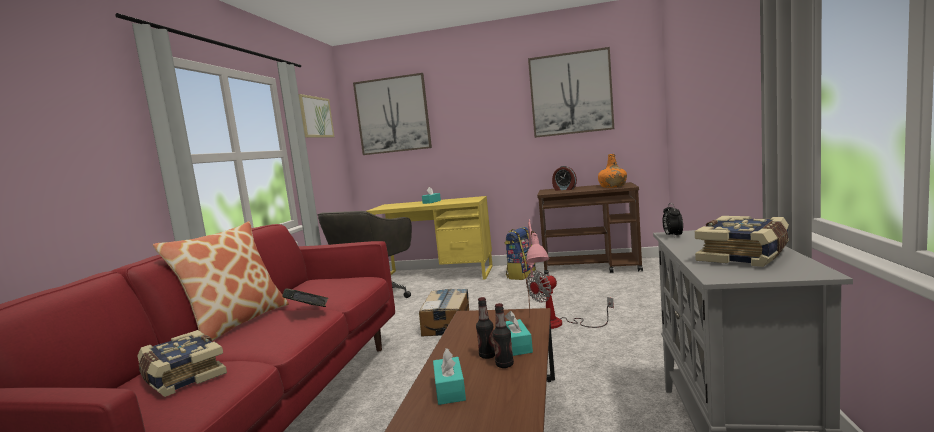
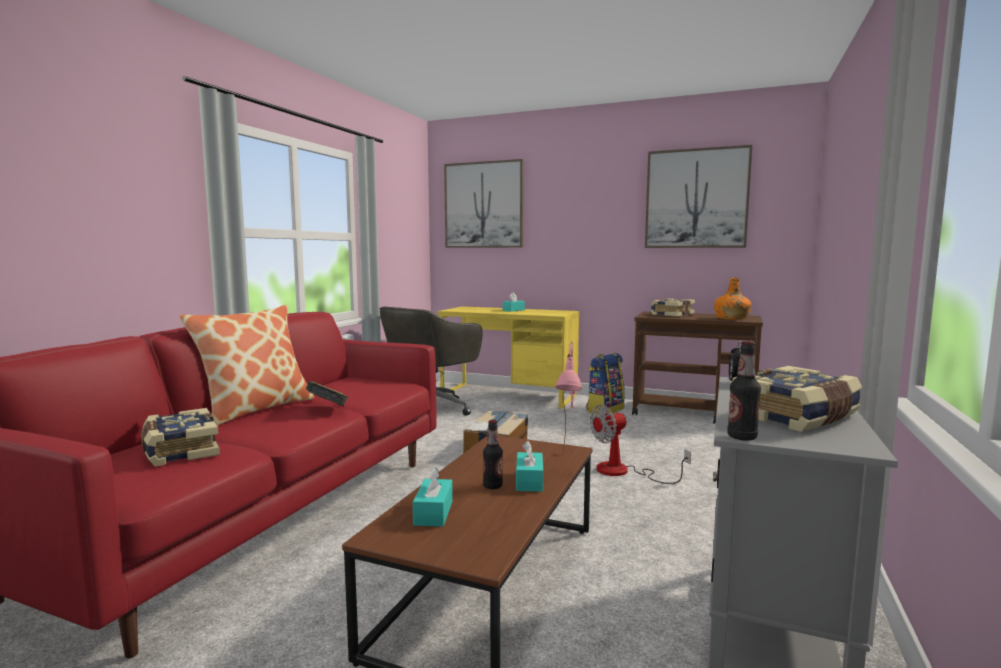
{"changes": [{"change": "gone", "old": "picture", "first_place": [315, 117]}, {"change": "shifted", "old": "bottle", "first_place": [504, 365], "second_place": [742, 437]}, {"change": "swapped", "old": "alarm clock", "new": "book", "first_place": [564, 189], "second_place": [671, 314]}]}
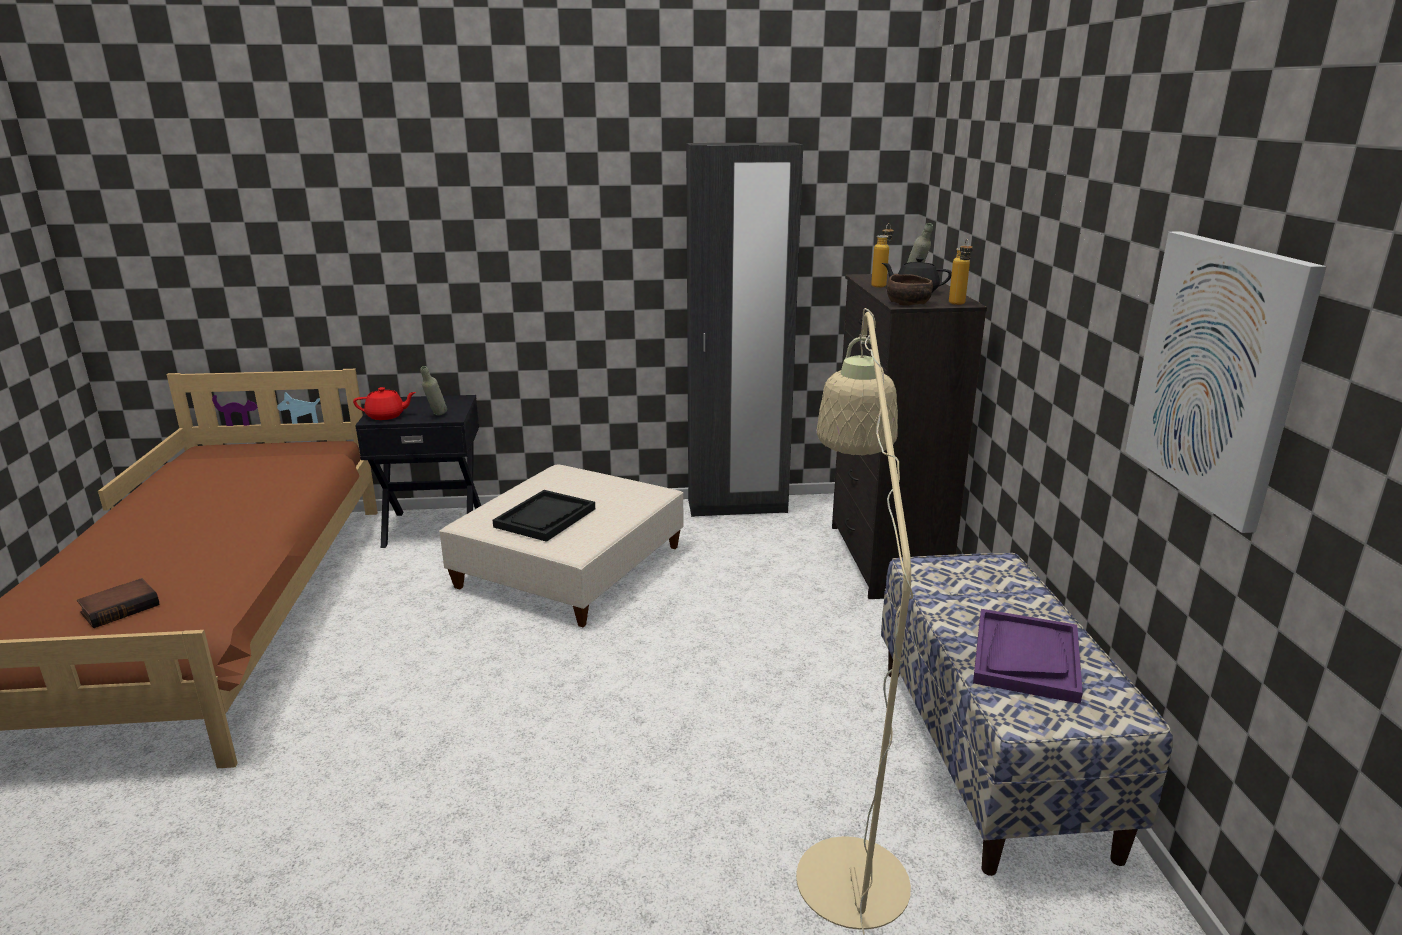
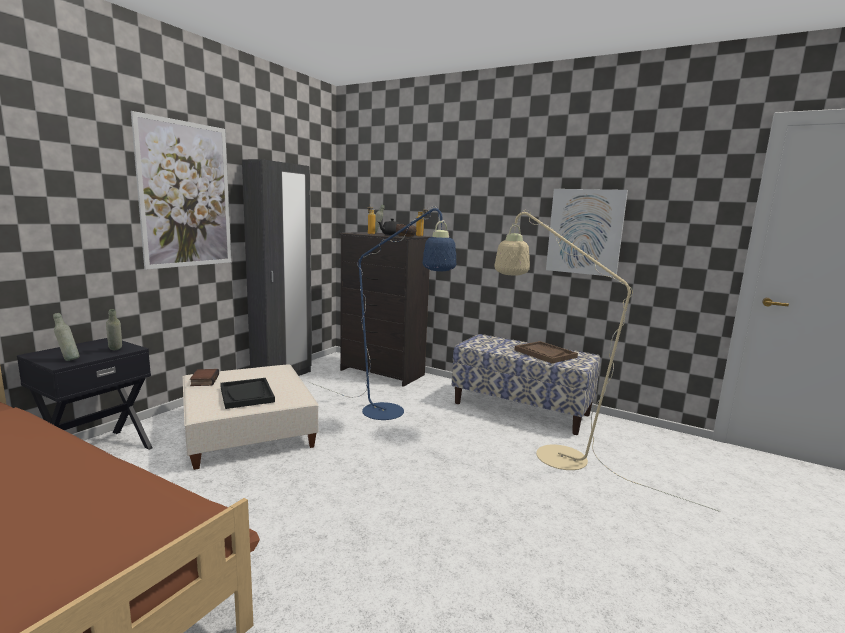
{"changes": [{"change": "shifted", "old": "book", "first_place": [121, 607], "second_place": [204, 380]}, {"change": "swapped", "old": "red teapot", "new": "grey bottle", "first_place": [386, 416], "second_place": [68, 360]}, {"change": "repainted", "old": "purple tray", "new": "brown tray", "first_place": [1025, 657], "second_place": [545, 353]}, {"change": "new", "new": "picture", "second_place": [186, 195]}, {"change": "new", "new": "blue floor lamp", "second_place": [392, 414]}]}
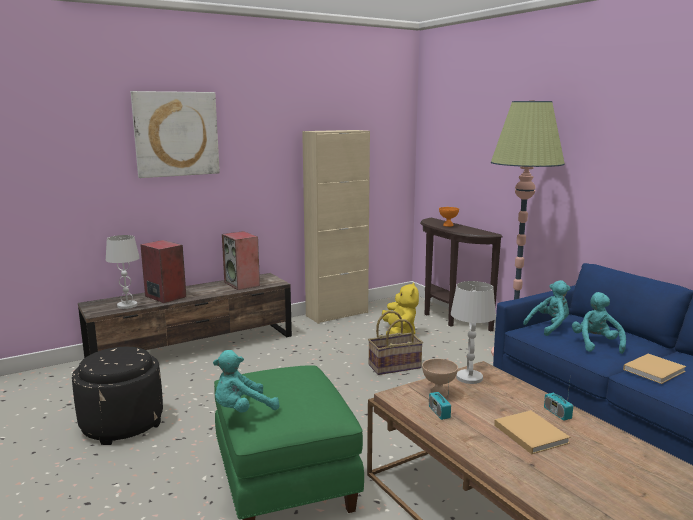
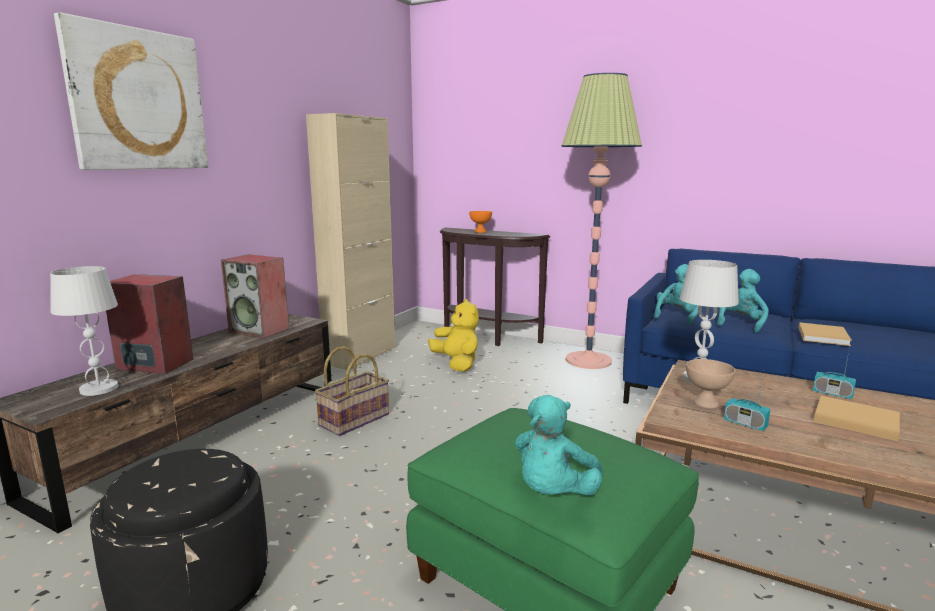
{"changes": [{"change": "shifted", "old": "basket", "first_place": [394, 366], "second_place": [354, 419]}, {"change": "rotated", "old": "turquoise plush toy", "first_place": [596, 344], "second_place": [740, 324], "degrees": 60}]}
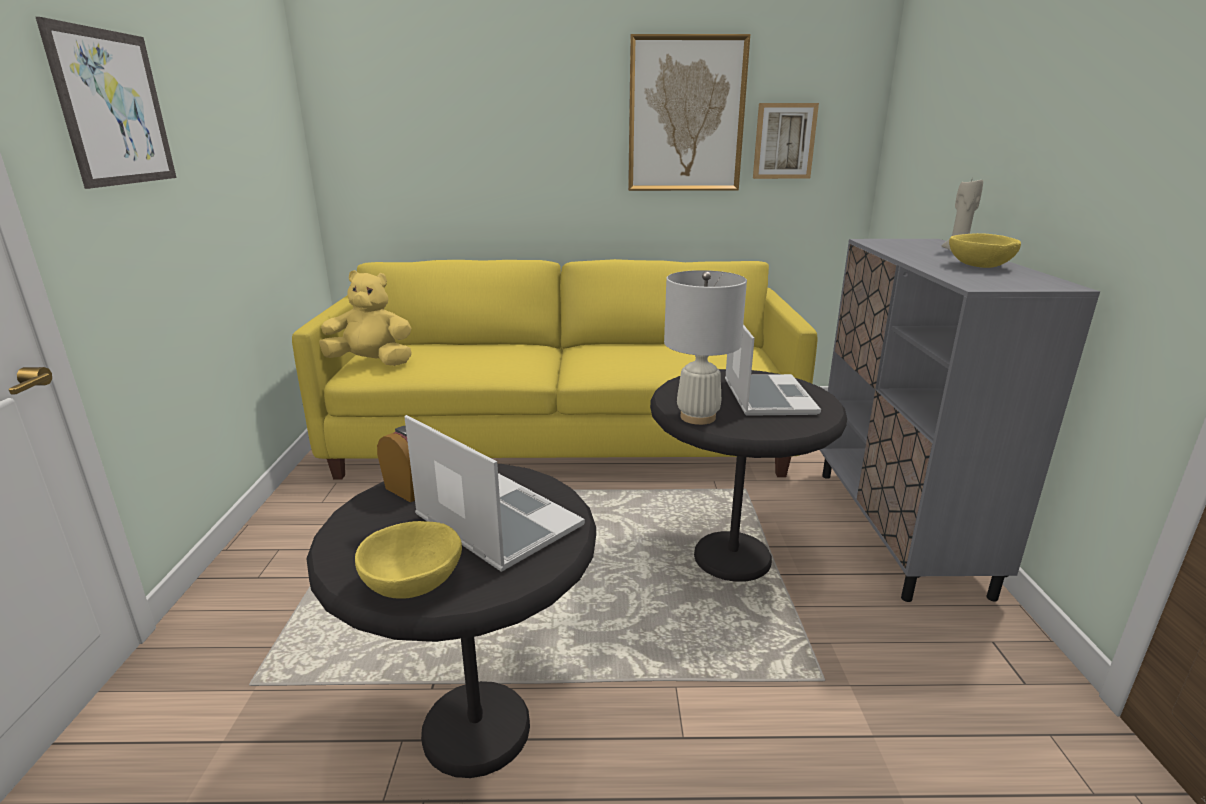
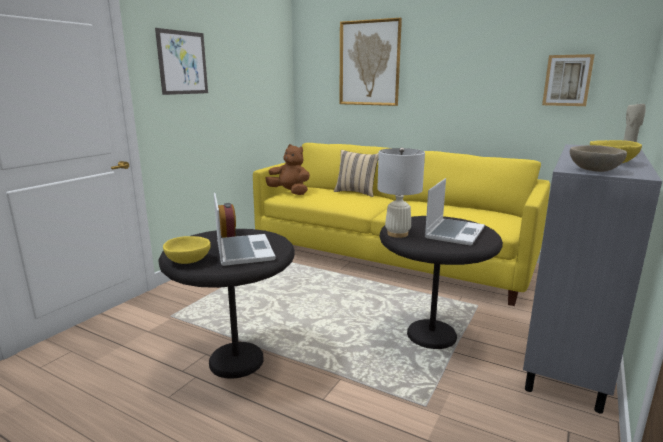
{"changes": [{"change": "repainted", "old": "yellow plush toy", "new": "brown plush toy", "first_place": [371, 363], "second_place": [290, 192]}, {"change": "shifted", "old": "picture", "first_place": [686, 115], "second_place": [369, 63]}, {"change": "new", "new": "beige pillow", "second_place": [356, 192]}, {"change": "new", "new": "beige bowl", "second_place": [593, 170]}]}
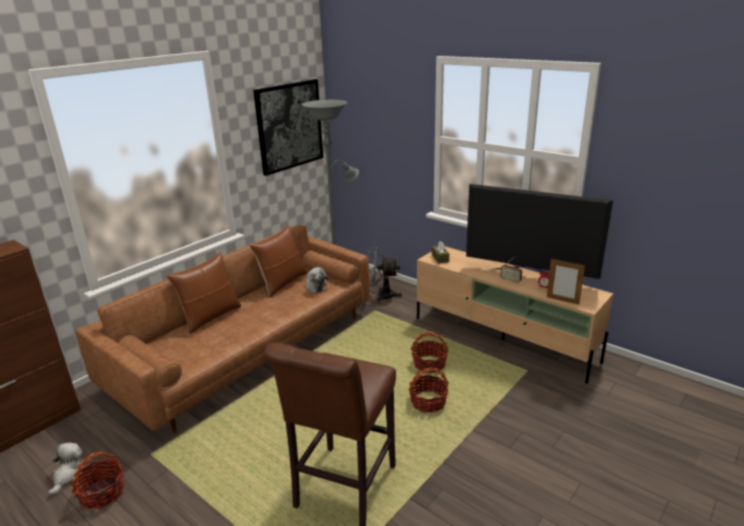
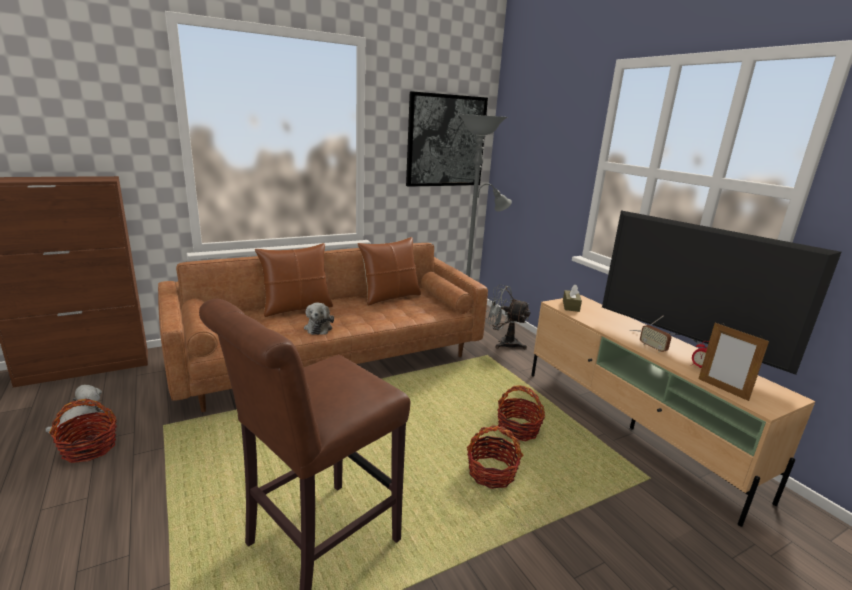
{"changes": [{"change": "shifted", "old": "plush toy", "first_place": [315, 286], "second_place": [319, 328]}]}
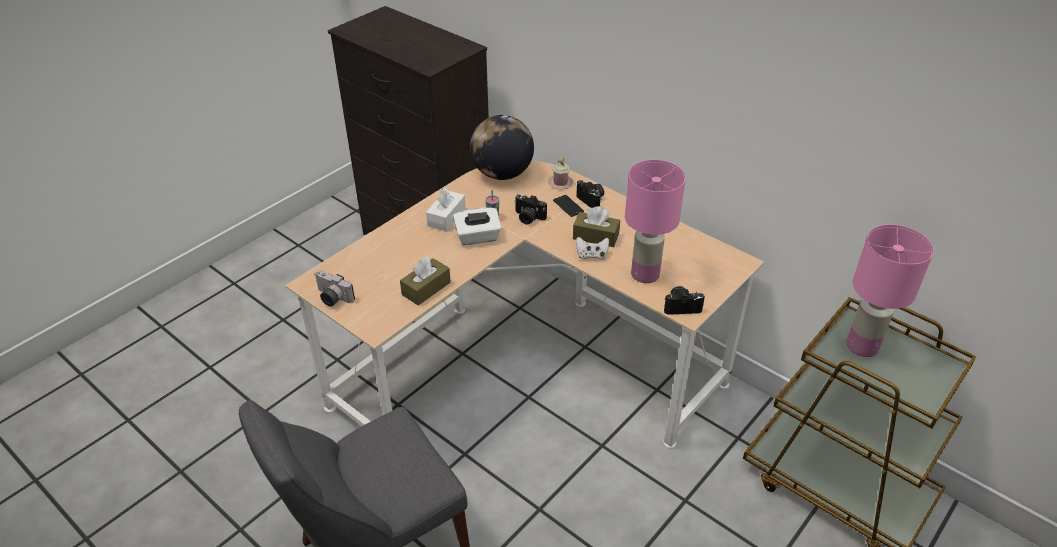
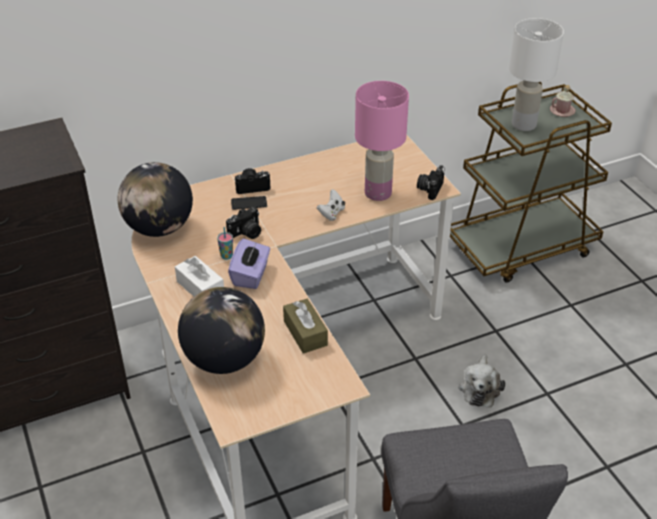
{"changes": [{"change": "gone", "old": "photo camera", "first_place": [332, 298]}, {"change": "repainted", "old": "white tissue box", "new": "purple tissue box", "first_place": [478, 237], "second_place": [251, 275]}, {"change": "shifted", "old": "pink mug", "first_place": [560, 183], "second_place": [562, 111]}, {"change": "gone", "old": "brown tissue box", "first_place": [595, 236]}, {"change": "repainted", "old": "pink table lamp", "new": "white table lamp", "first_place": [862, 346], "second_place": [523, 124]}, {"change": "new", "new": "globe", "second_place": [224, 360]}, {"change": "new", "new": "plush toy", "second_place": [480, 388]}]}
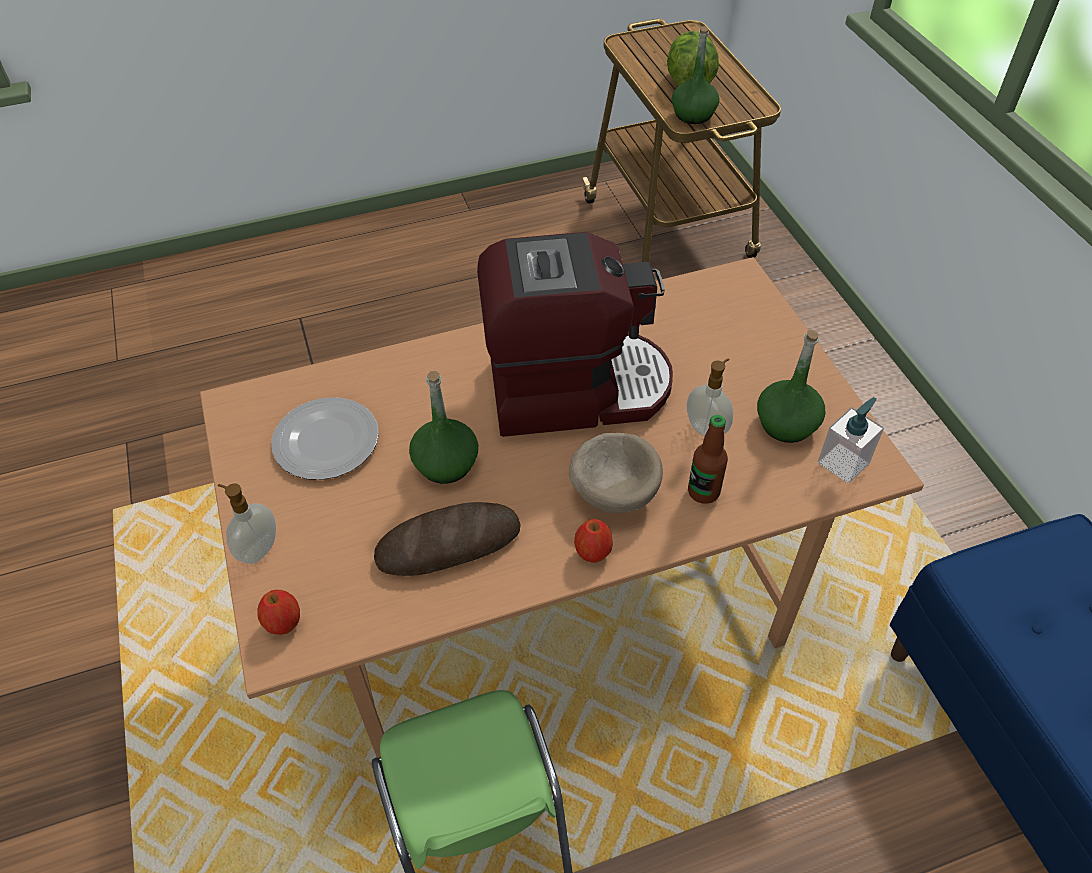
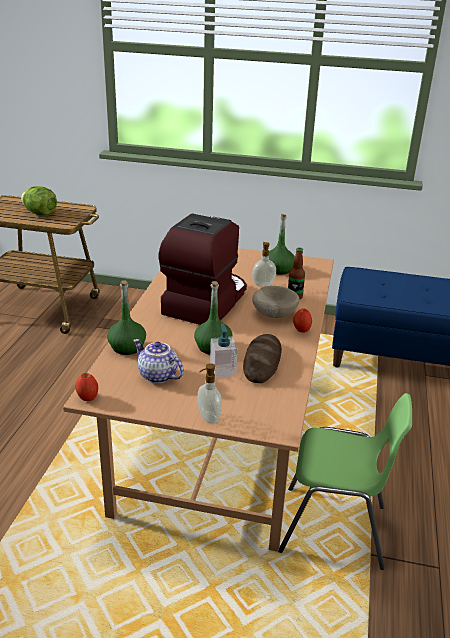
{"changes": [{"change": "shifted", "old": "apple", "first_place": [284, 623], "second_place": [87, 397]}, {"change": "swapped", "old": "plate", "new": "teapot", "first_place": [325, 442], "second_place": [157, 376]}, {"change": "shifted", "old": "green bottle", "first_place": [693, 115], "second_place": [127, 347]}, {"change": "shifted", "old": "soap dispenser", "first_place": [843, 462], "second_place": [222, 370]}]}
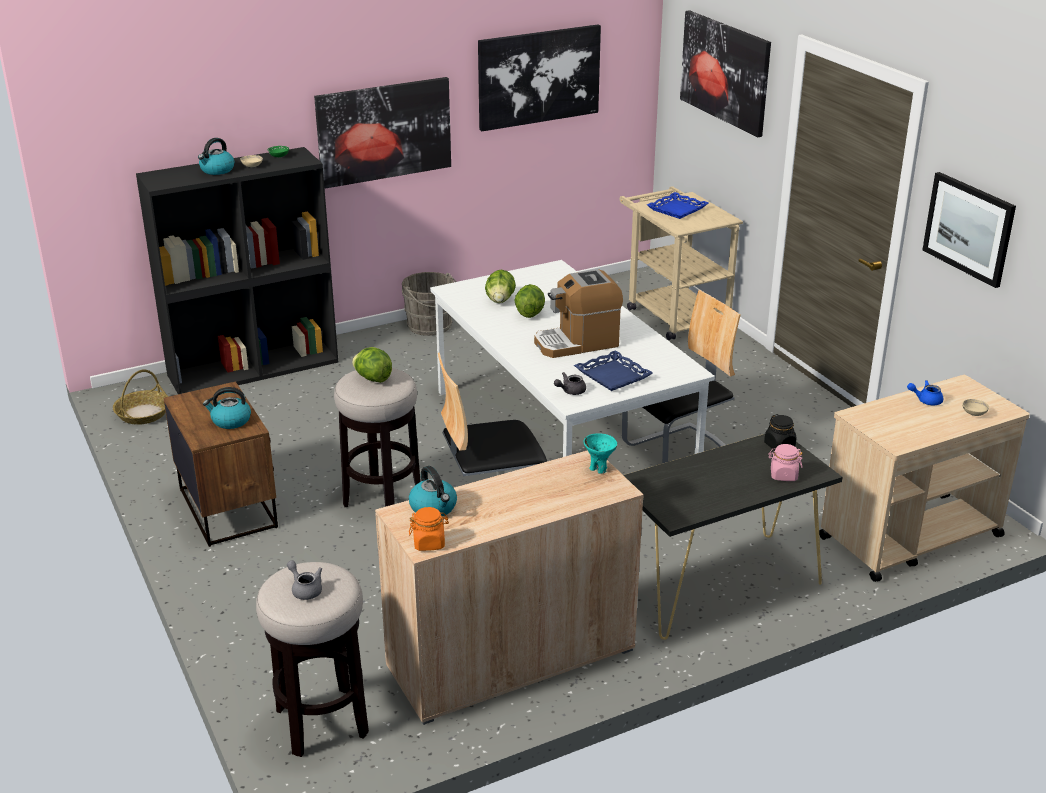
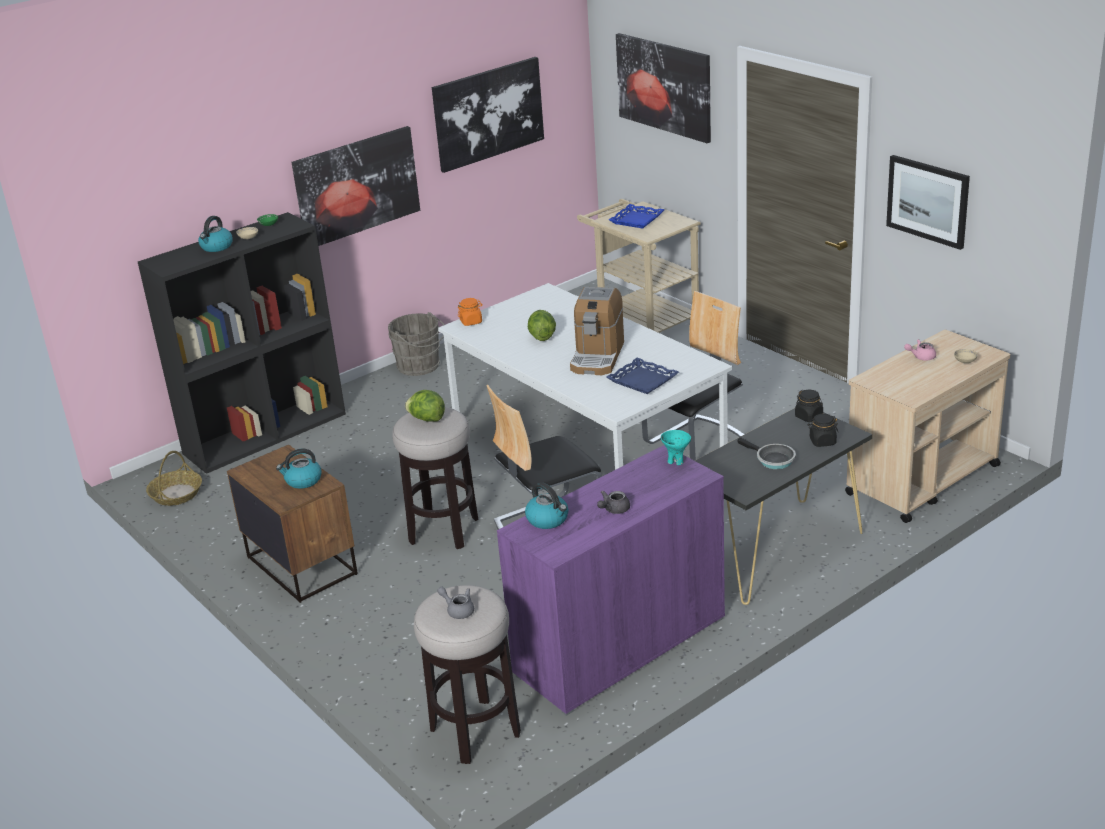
{"changes": [{"change": "repainted", "old": "beige cabinet", "new": "purple cabinet", "first_place": [511, 658], "second_place": [620, 646]}, {"change": "shifted", "old": "orange jar", "first_place": [429, 543], "second_place": [471, 322]}, {"change": "gone", "old": "lettuce", "first_place": [500, 300]}, {"change": "rotated", "old": "coffee machine", "first_place": [577, 343], "second_place": [597, 356], "degrees": -45}, {"change": "shifted", "old": "grey teapot", "first_place": [570, 391], "second_place": [613, 510]}, {"change": "repainted", "old": "pink jar", "new": "black jar", "first_place": [783, 475], "second_place": [822, 441]}, {"change": "repainted", "old": "blue teapot", "new": "pink teapot", "first_place": [925, 400], "second_place": [921, 357]}, {"change": "new", "new": "frying pan", "second_place": [772, 460]}]}
